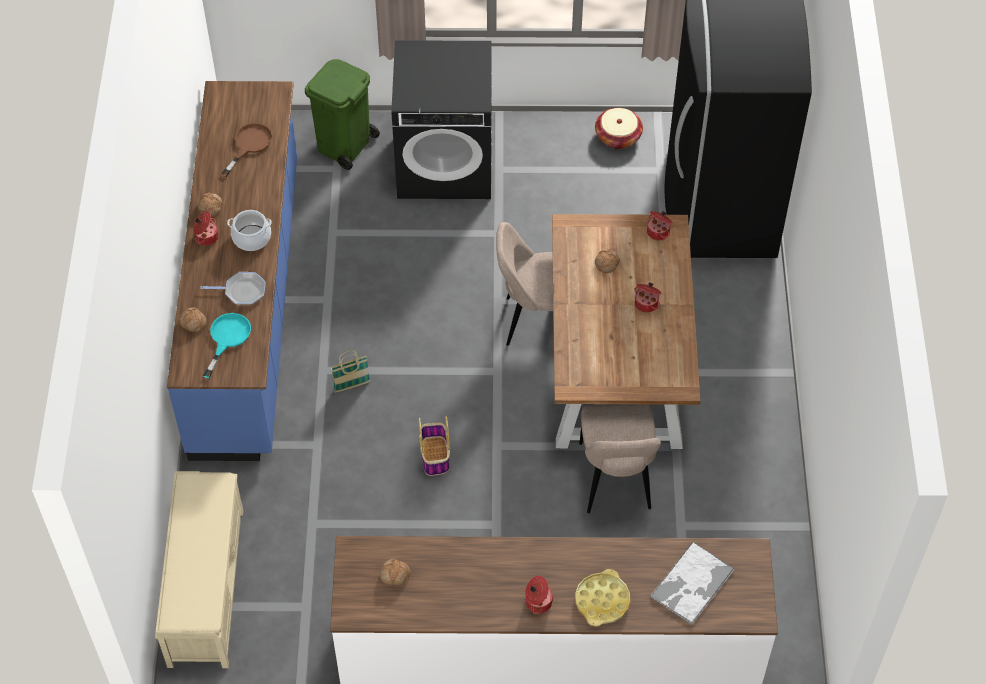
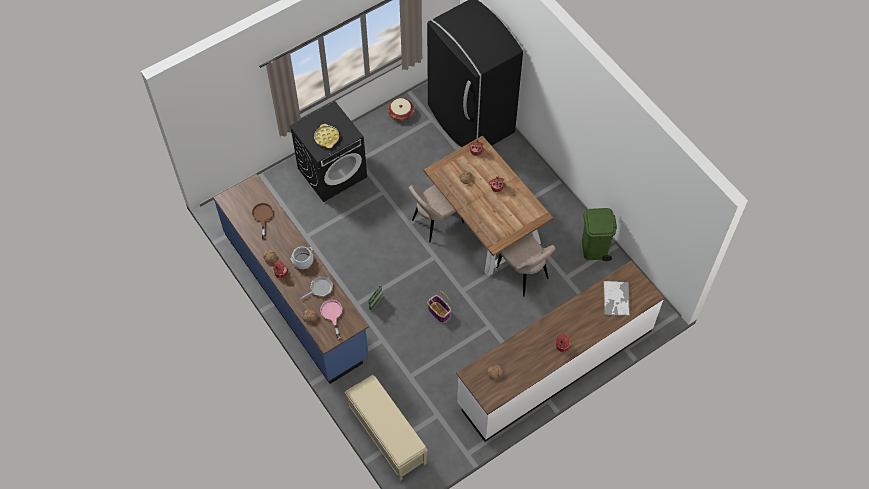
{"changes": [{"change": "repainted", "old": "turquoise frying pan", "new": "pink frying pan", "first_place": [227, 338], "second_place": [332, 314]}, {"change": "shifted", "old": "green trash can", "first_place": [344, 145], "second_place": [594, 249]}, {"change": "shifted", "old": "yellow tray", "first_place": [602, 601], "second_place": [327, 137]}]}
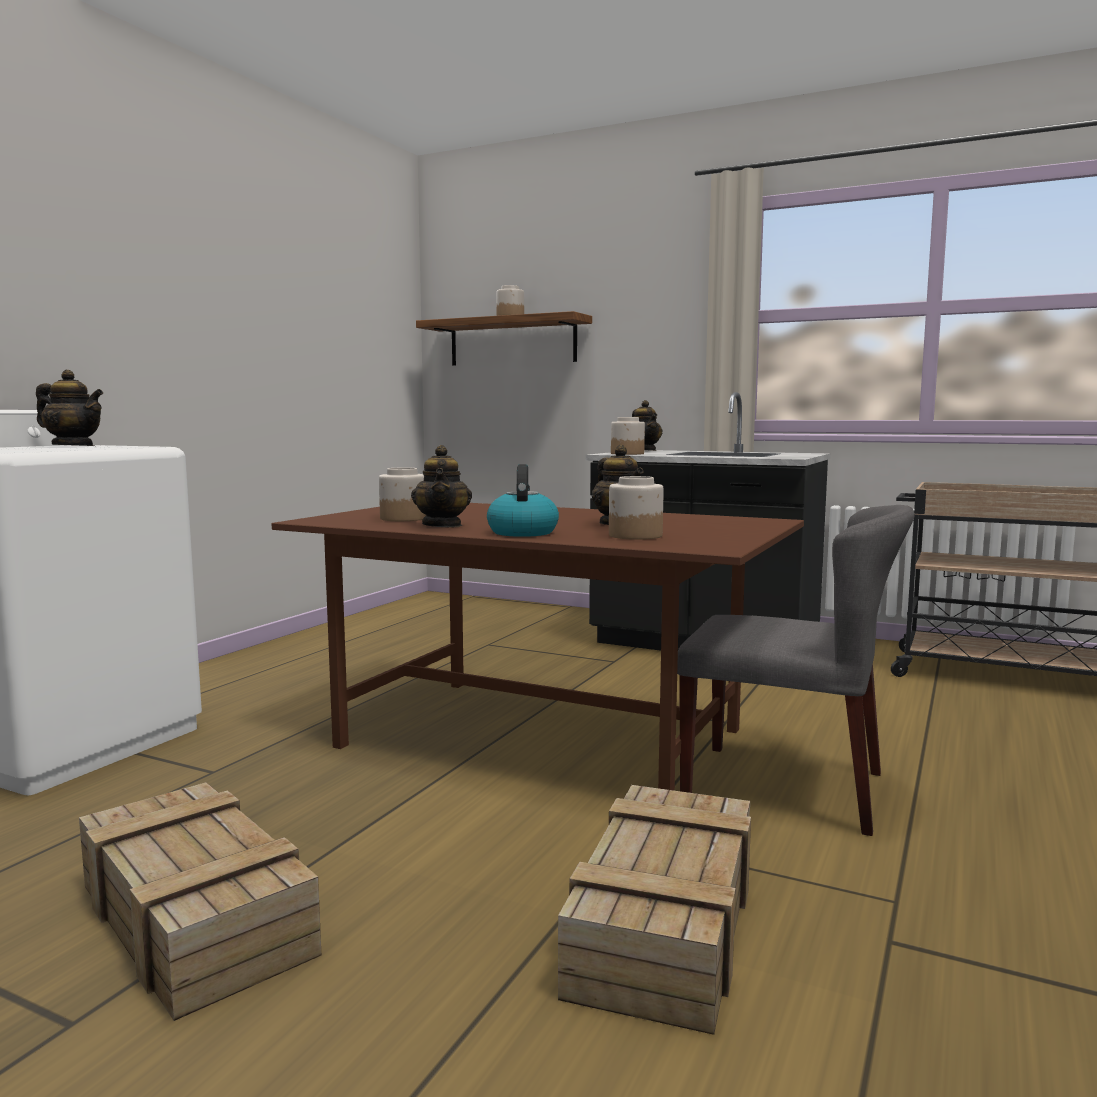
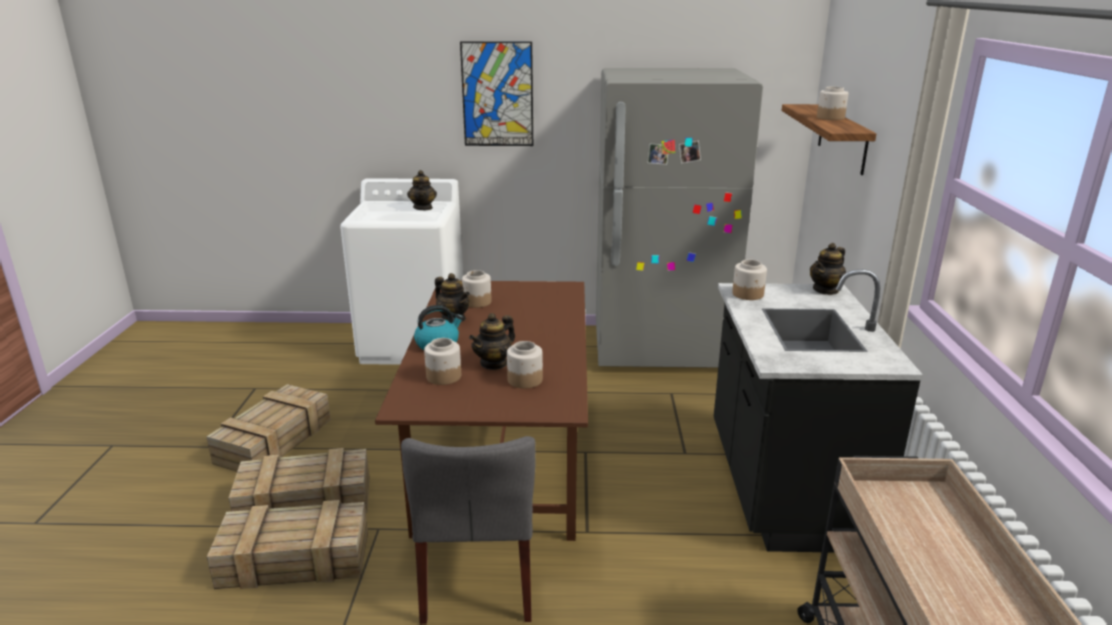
{"changes": [{"change": "rotated", "old": "teapot", "first_place": [443, 525], "second_place": [453, 318], "degrees": -105}, {"change": "new", "new": "crate", "second_place": [307, 500]}, {"change": "new", "new": "picture", "second_place": [497, 94]}, {"change": "new", "new": "jar", "second_place": [524, 380]}, {"change": "new", "new": "grey fridge", "second_place": [660, 349]}]}
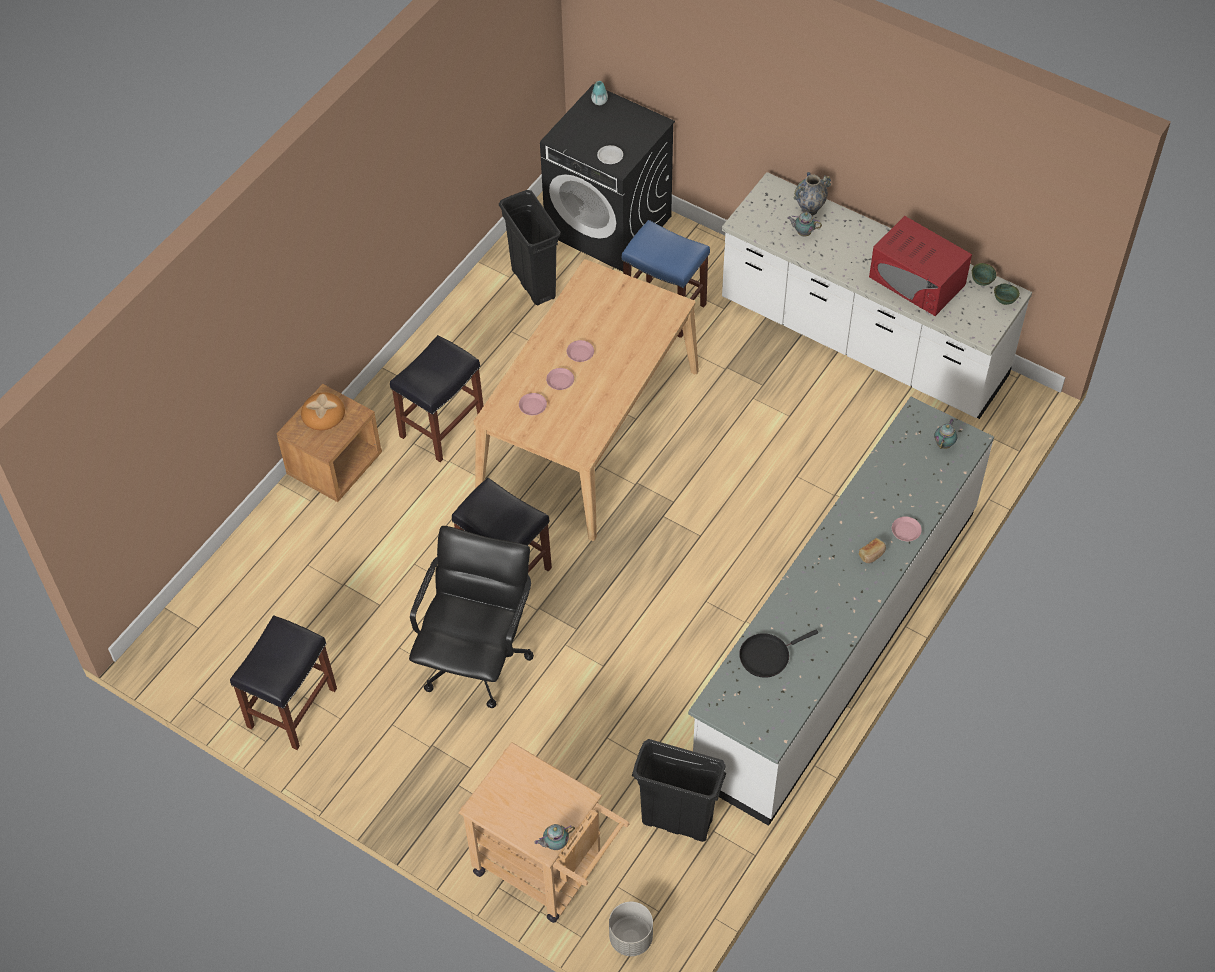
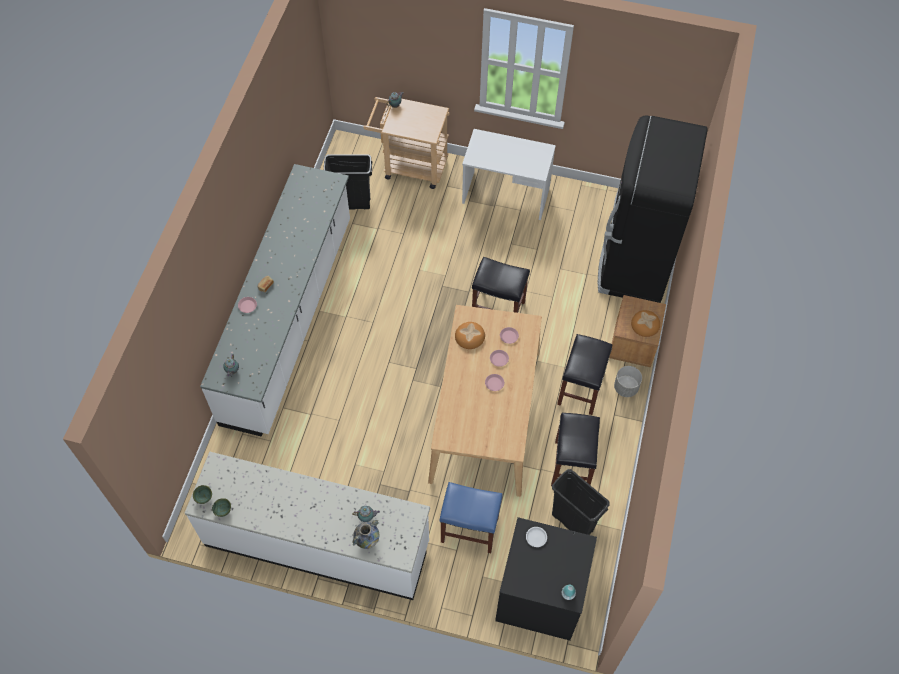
{"changes": [{"change": "shifted", "old": "black stool", "first_place": [292, 706], "second_place": [572, 466]}, {"change": "gone", "old": "black office chair", "first_place": [476, 659]}, {"change": "shifted", "old": "grey planter", "first_place": [630, 937], "second_place": [626, 388]}, {"change": "gone", "old": "black frying pan", "first_place": [767, 655]}, {"change": "gone", "old": "red microwave", "first_place": [917, 281]}, {"change": "new", "new": "bread", "second_place": [470, 336]}, {"change": "new", "new": "white desk", "second_place": [505, 196]}, {"change": "new", "new": "black fridge", "second_place": [634, 262]}]}
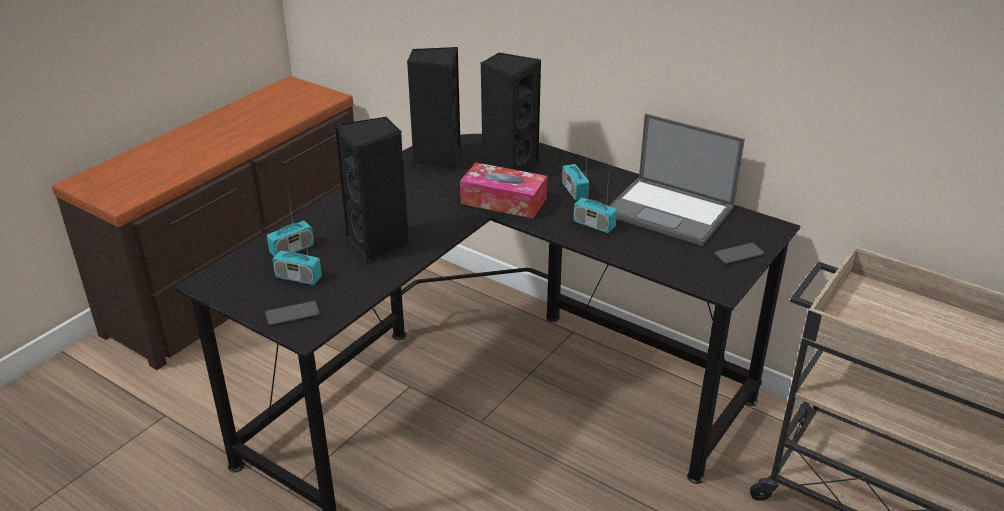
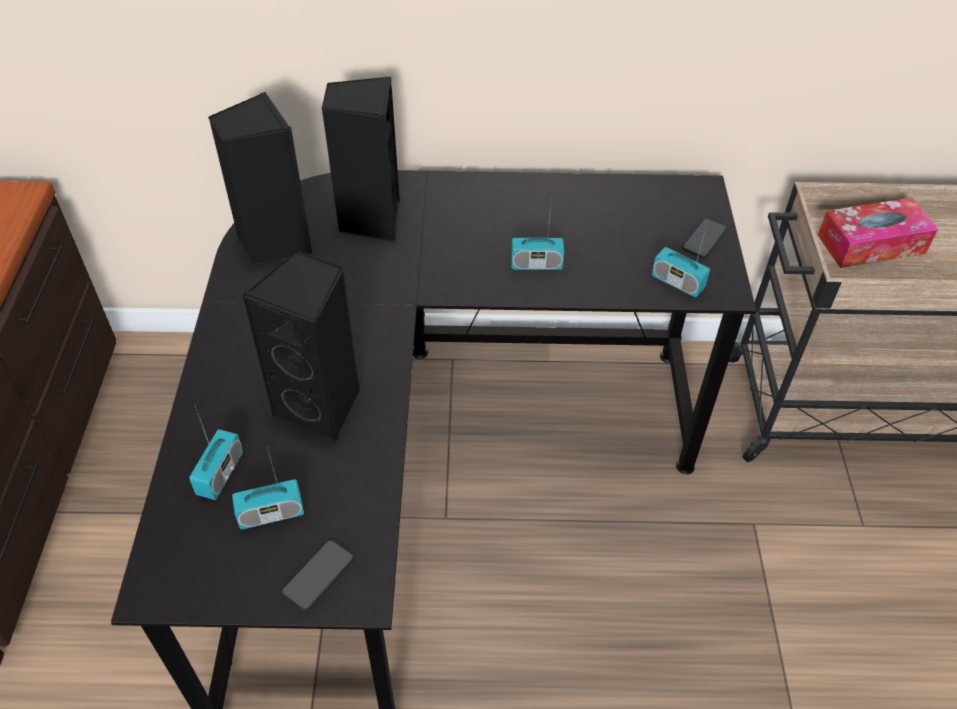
{"changes": [{"change": "shifted", "old": "tissue box", "first_place": [503, 201], "second_place": [871, 244]}, {"change": "shifted", "old": "radio", "first_place": [574, 191], "second_place": [677, 282]}, {"change": "gone", "old": "laptop", "first_place": [671, 211]}]}
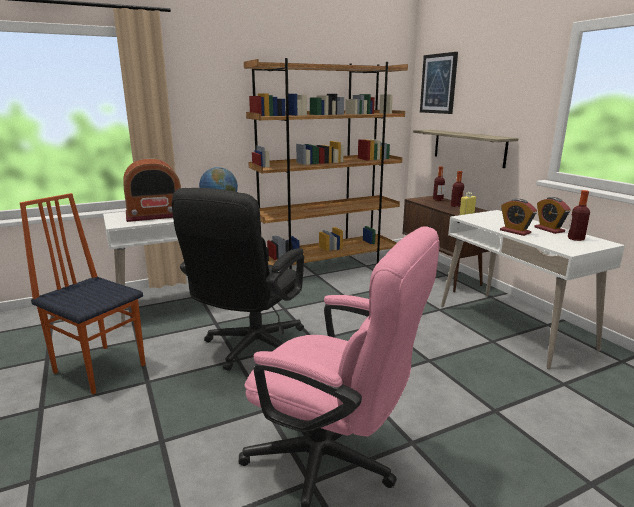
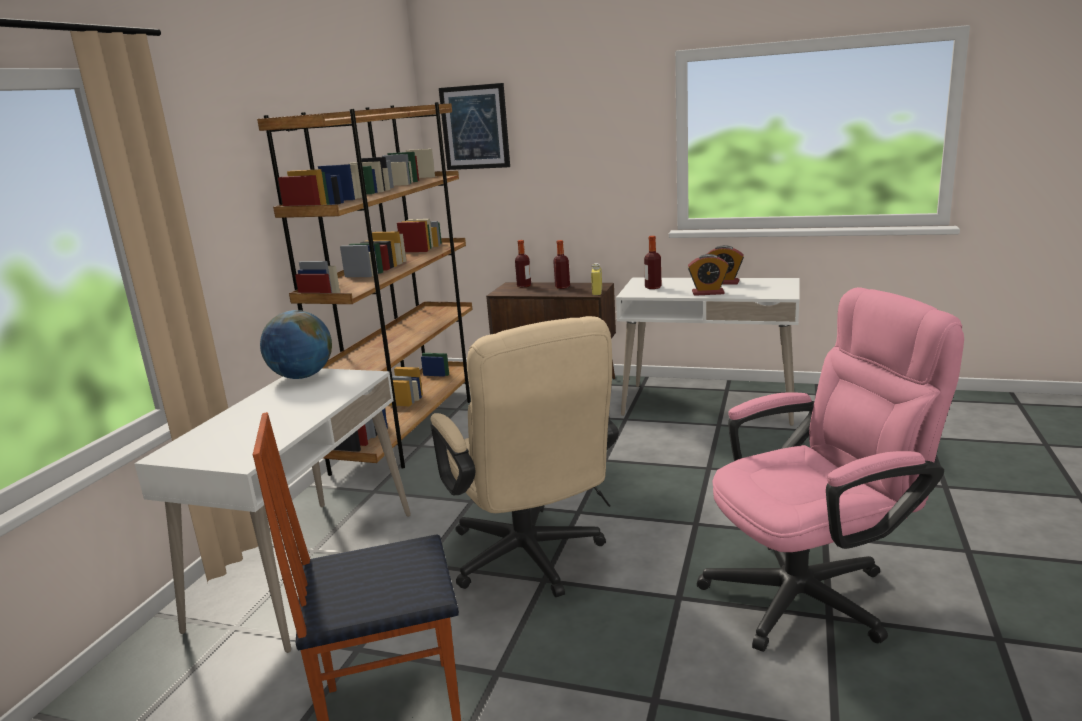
{"changes": [{"change": "gone", "old": "radio", "first_place": [155, 214]}, {"change": "repainted", "old": "black office chair", "new": "beige office chair", "first_place": [250, 348], "second_place": [531, 561]}, {"change": "gone", "old": "shelf", "first_place": [468, 147]}, {"change": "shifted", "old": "bottle", "first_place": [575, 238], "second_place": [653, 287]}]}
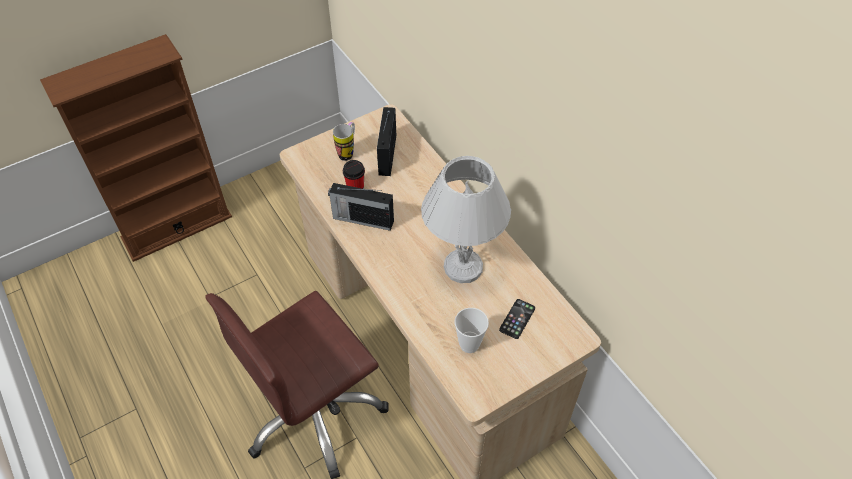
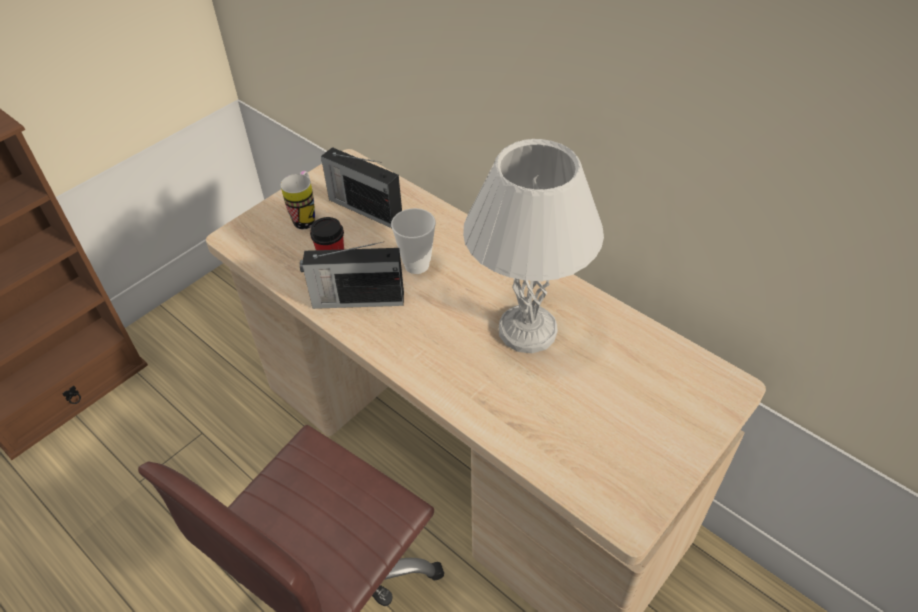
{"changes": [{"change": "rotated", "old": "radio", "first_place": [388, 154], "second_place": [364, 208], "degrees": -45}, {"change": "shifted", "old": "cup", "first_place": [469, 344], "second_place": [416, 265]}, {"change": "gone", "old": "phone", "first_place": [517, 319]}]}
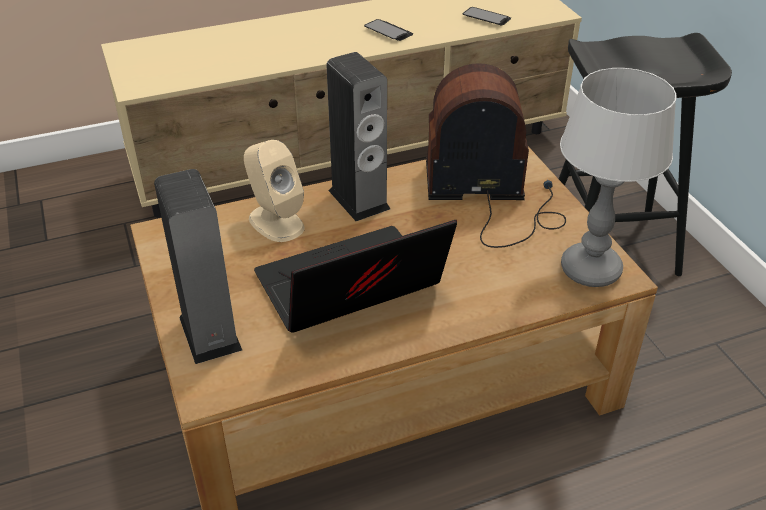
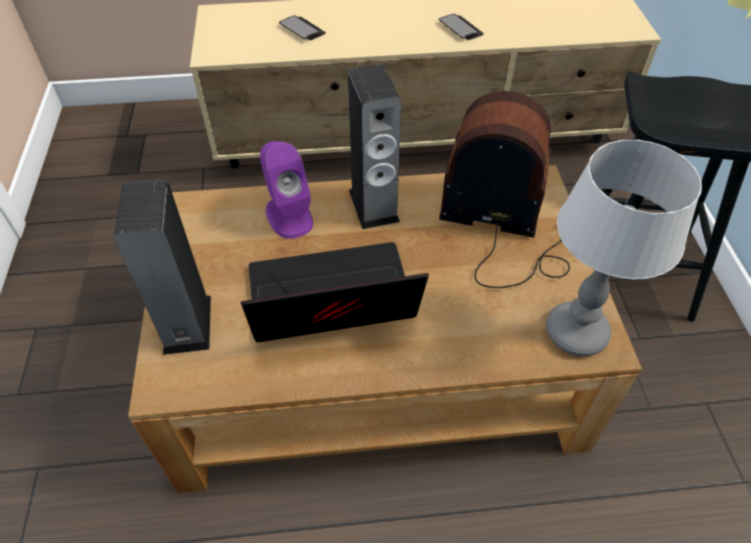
{"changes": [{"change": "repainted", "old": "beige speaker", "new": "purple speaker", "first_place": [276, 222], "second_place": [289, 216]}, {"change": "shifted", "old": "phone", "first_place": [486, 18], "second_place": [302, 29]}]}
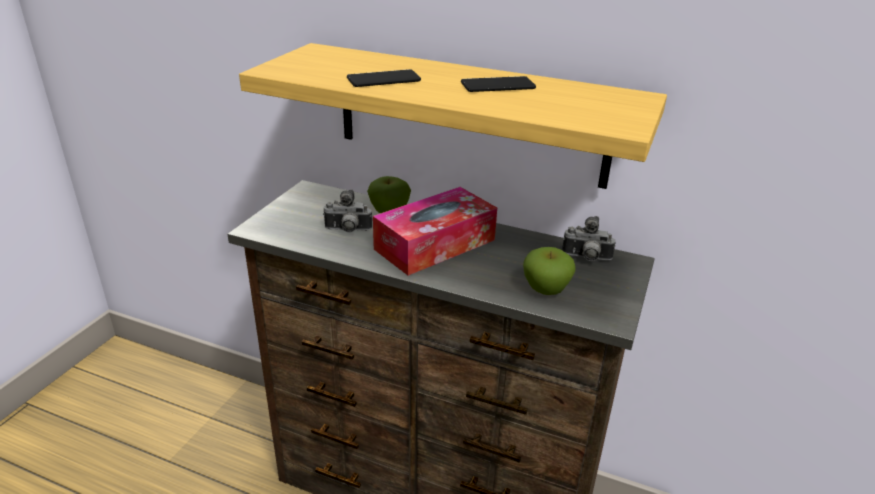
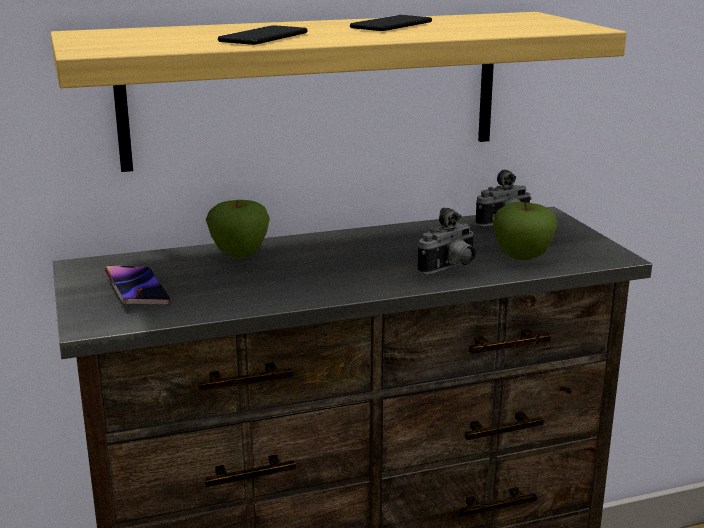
{"changes": [{"change": "shifted", "old": "photo camera", "first_place": [347, 231], "second_place": [450, 269]}, {"change": "gone", "old": "tissue box", "first_place": [435, 244]}, {"change": "new", "new": "phone", "second_place": [137, 290]}]}
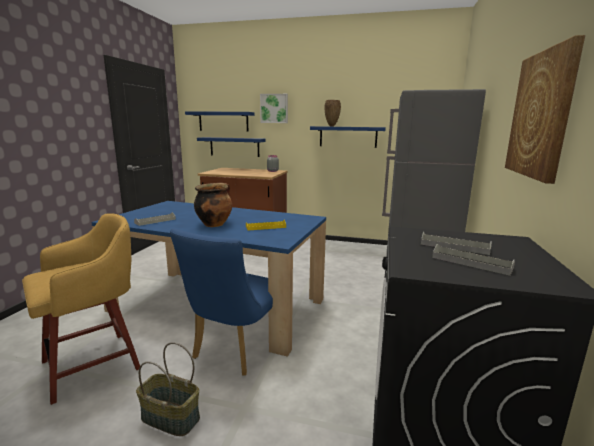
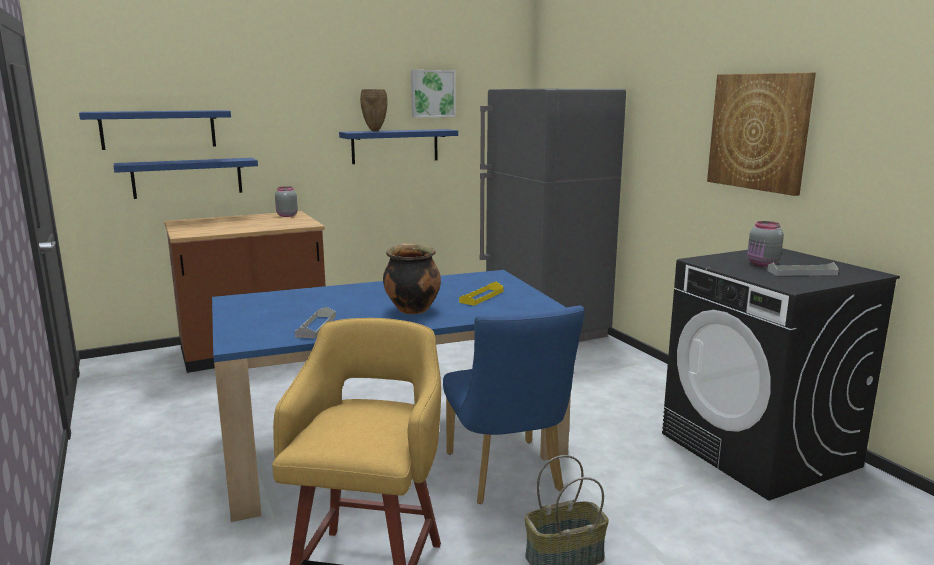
{"changes": [{"change": "shifted", "old": "picture", "first_place": [274, 108], "second_place": [432, 93]}, {"change": "swapped", "old": "grey tray", "new": "grey jar", "first_place": [454, 246], "second_place": [762, 264]}]}
